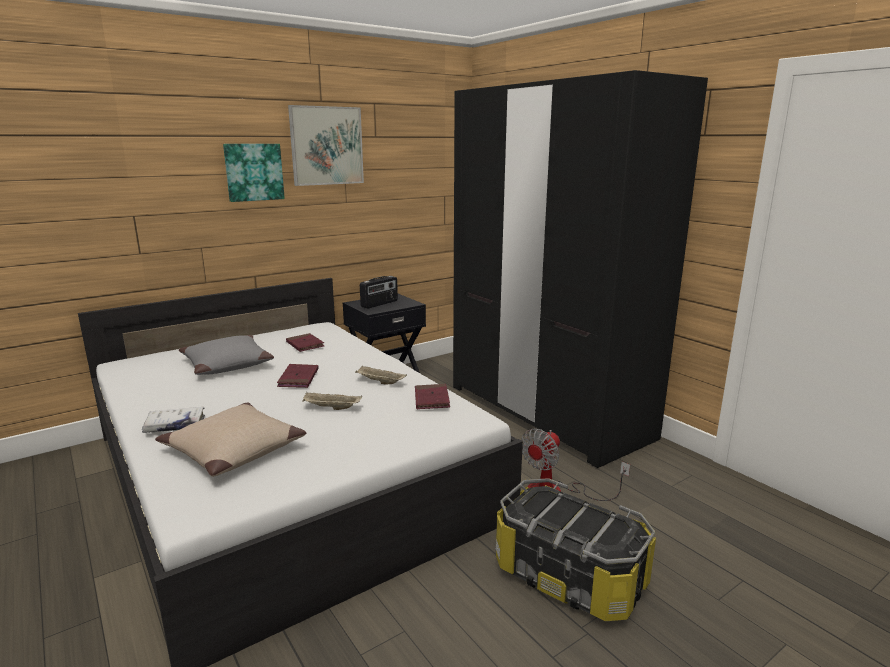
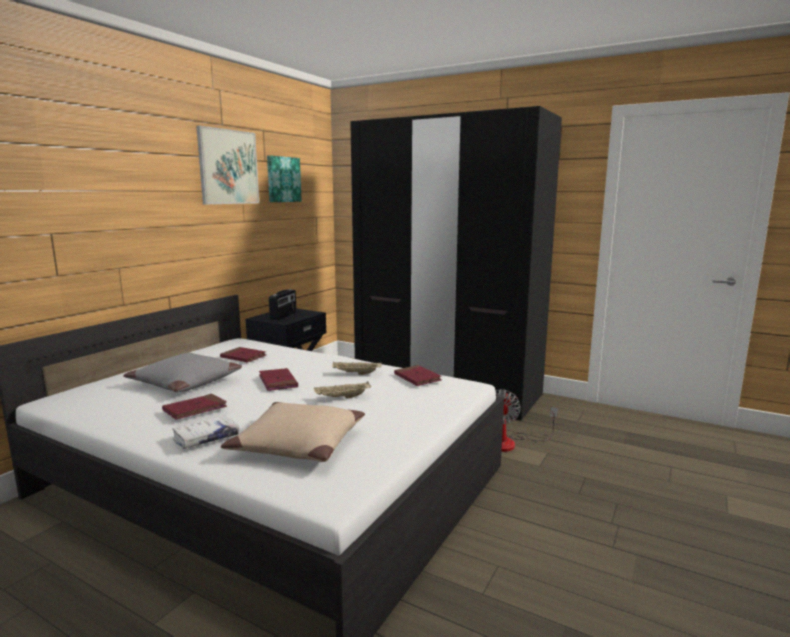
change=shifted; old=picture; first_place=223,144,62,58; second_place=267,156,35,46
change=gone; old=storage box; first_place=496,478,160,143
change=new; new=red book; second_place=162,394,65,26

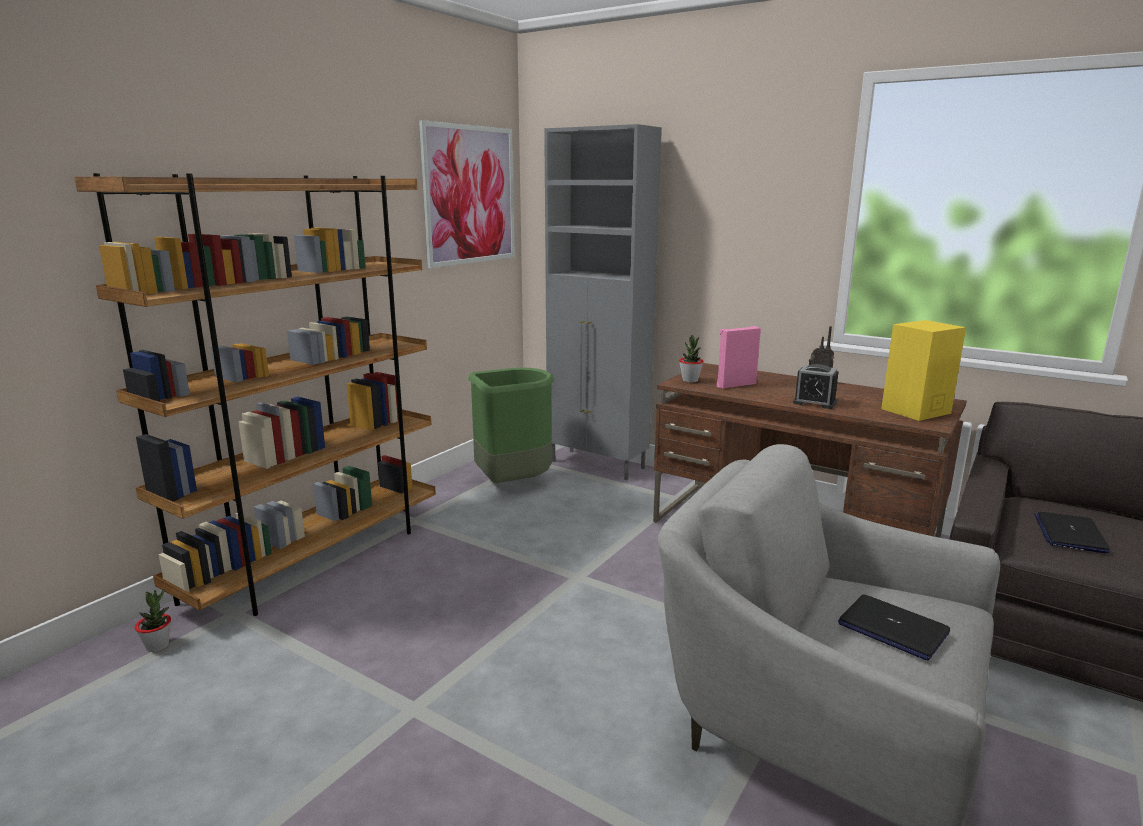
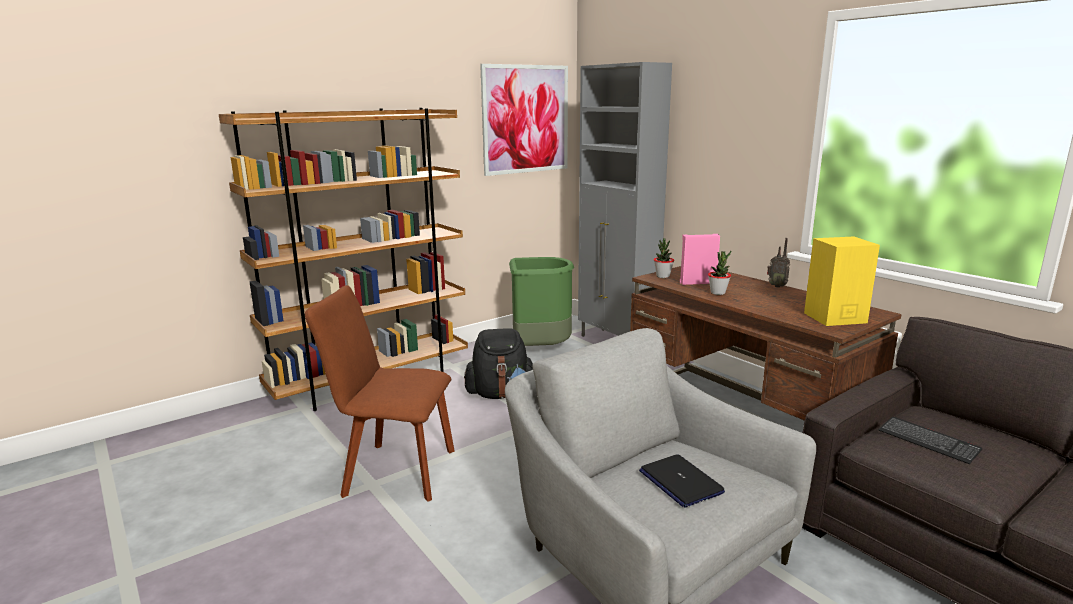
change=gone; old=alarm clock; first_place=793,364,46,45
change=swapped; old=laptop; new=keyboard; first_place=1034,512,76,41; second_place=879,417,103,47
change=shifted; old=potted plant; first_place=135,588,36,64; second_place=708,251,23,44
change=new; new=brown chair; second_place=305,285,150,217
change=new; new=black backpack; second_place=464,328,69,71

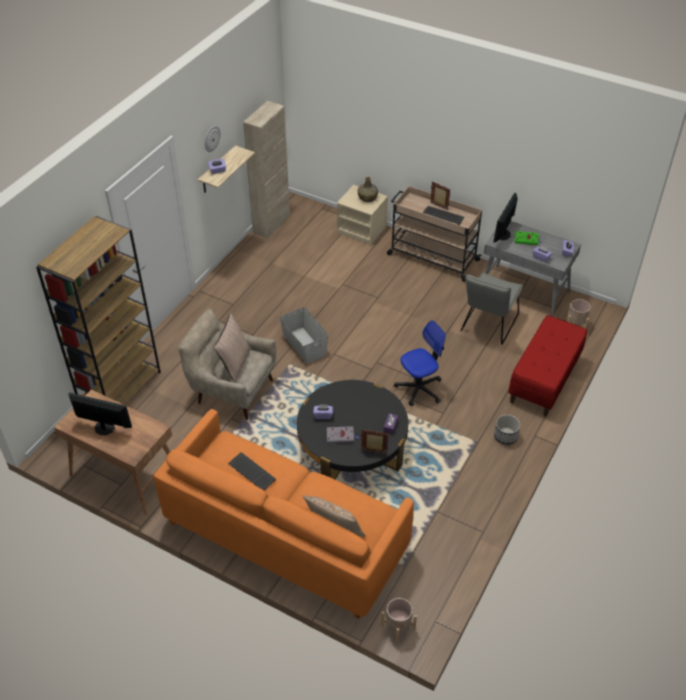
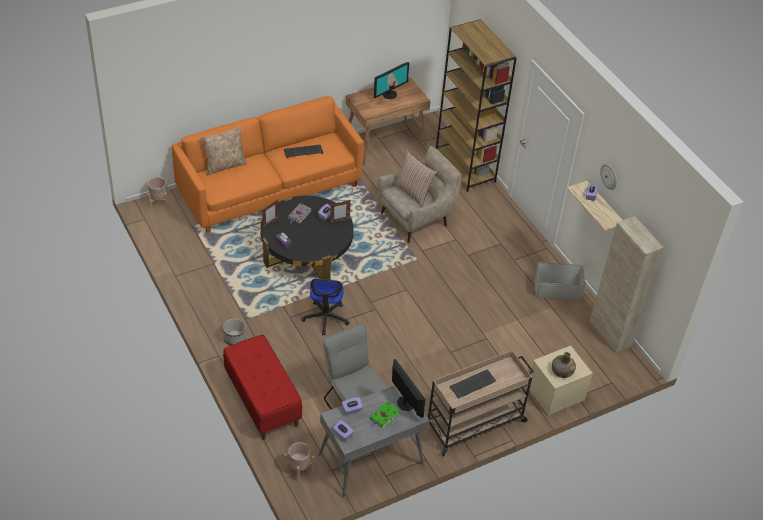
change=shifted; old=picture frame; first_place=430,181,20,29; second_place=330,200,21,23
change=shifted; old=grey storage box; first_place=279,307,50,57; second_place=535,263,50,37

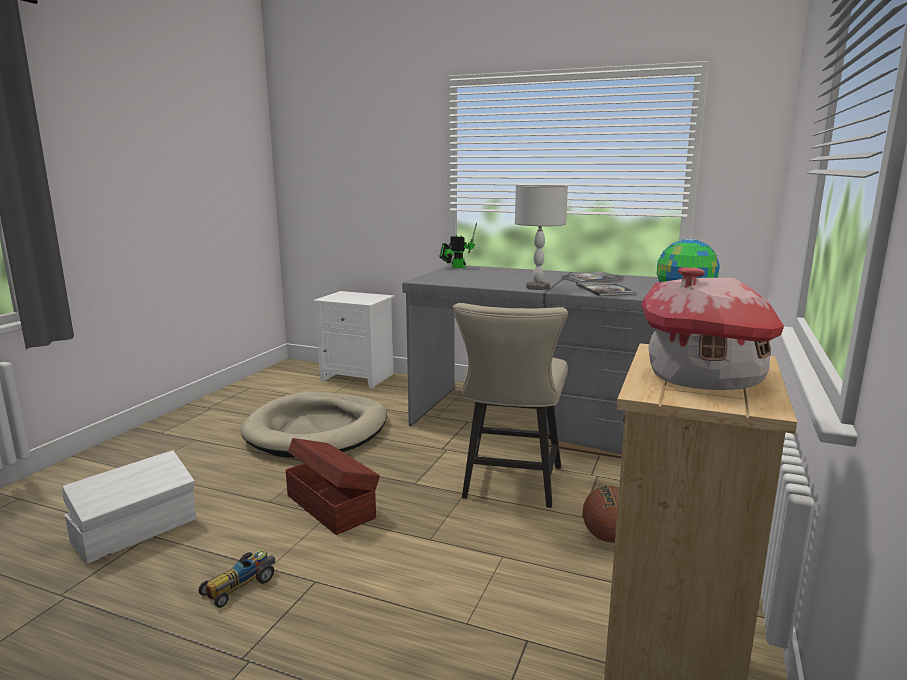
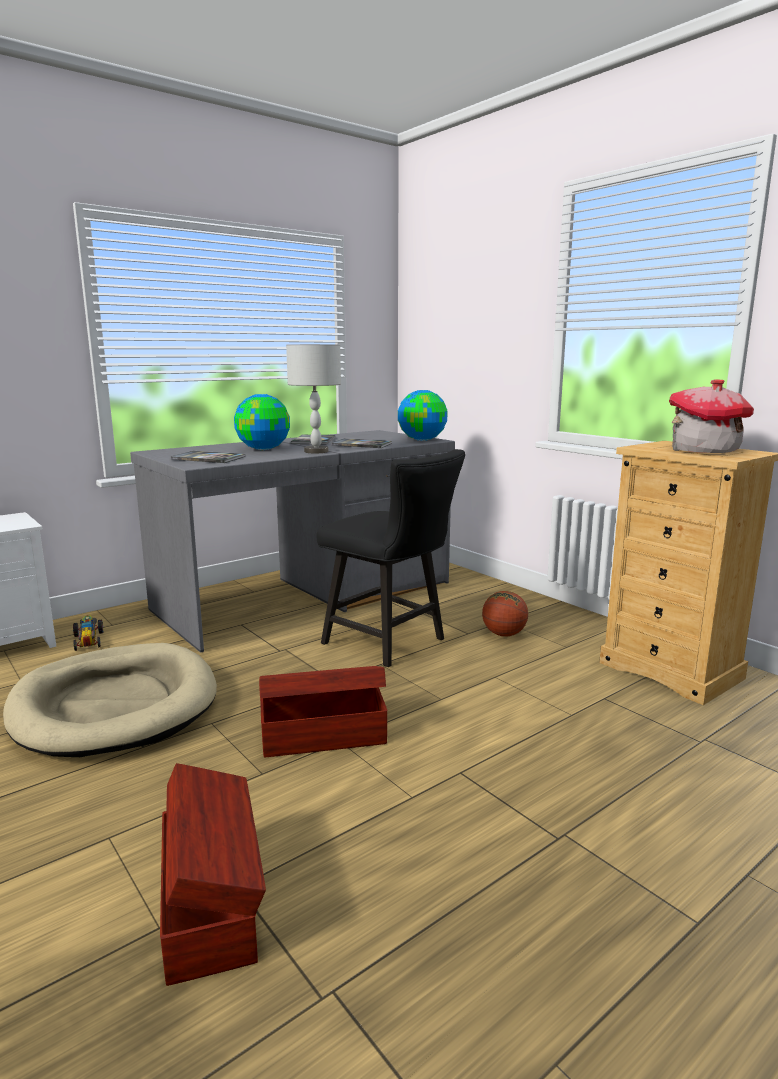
change=gone; old=toy robot; first_place=439,222,38,46
change=repainted; old=beige chair; new=black chair; first_place=453,303,115,205; second_place=316,449,149,218
change=repainted; old=white storage box; new=brown storage box; first_place=63,450,133,114; second_place=160,763,106,223
change=shifted; old=toy car; first_place=198,550,77,58; second_place=72,615,32,36
change=new; new=globe; second_place=234,394,56,56
change=new; new=book; second_place=171,451,74,12

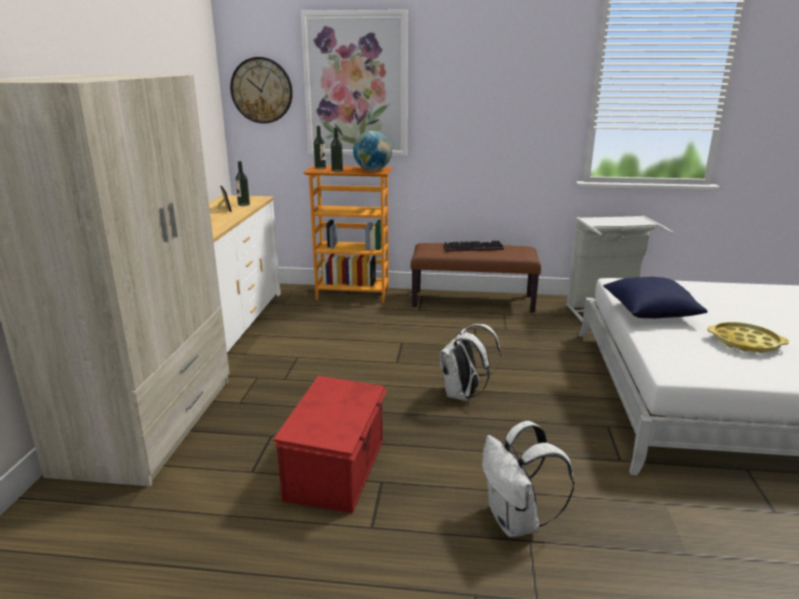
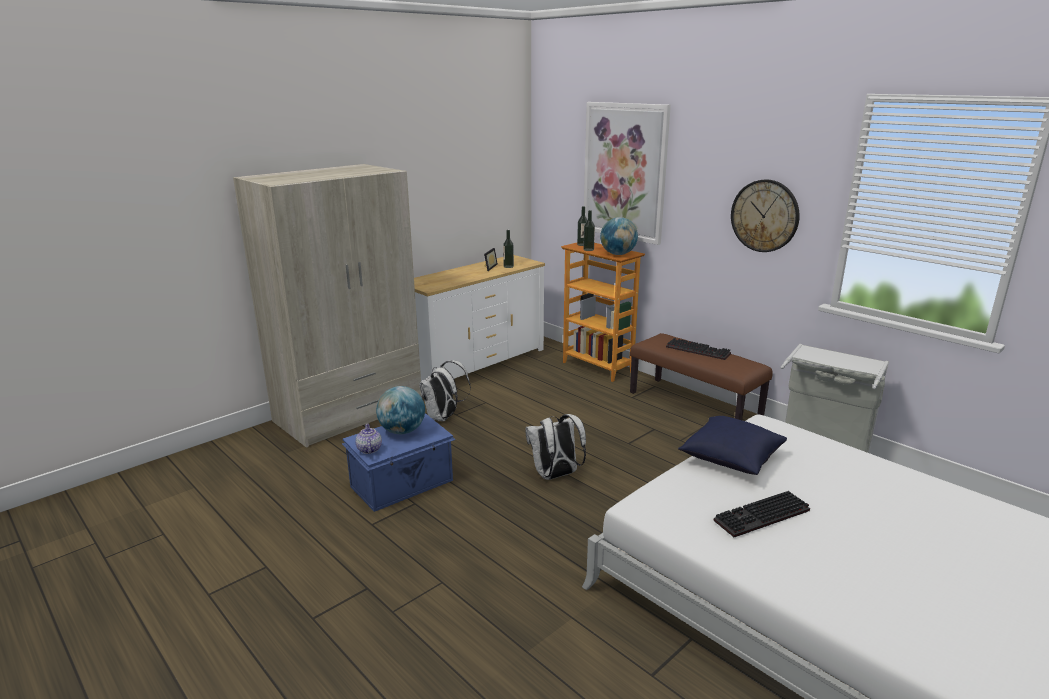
change=shifted; old=wall clock; first_place=230,57,63,67; second_place=731,179,69,73
change=swapped; old=yellow tray; new=keyboard; first_place=707,322,82,31; second_place=713,491,97,46
change=repainted; old=red storage box; new=blue storage box; first_place=273,376,114,137; second_place=342,413,114,99
change=shifted; old=white backpack; first_place=482,421,92,116; second_place=419,360,52,62
change=new; new=globe; second_place=376,386,49,48
change=new; new=teapot; second_place=355,423,27,31

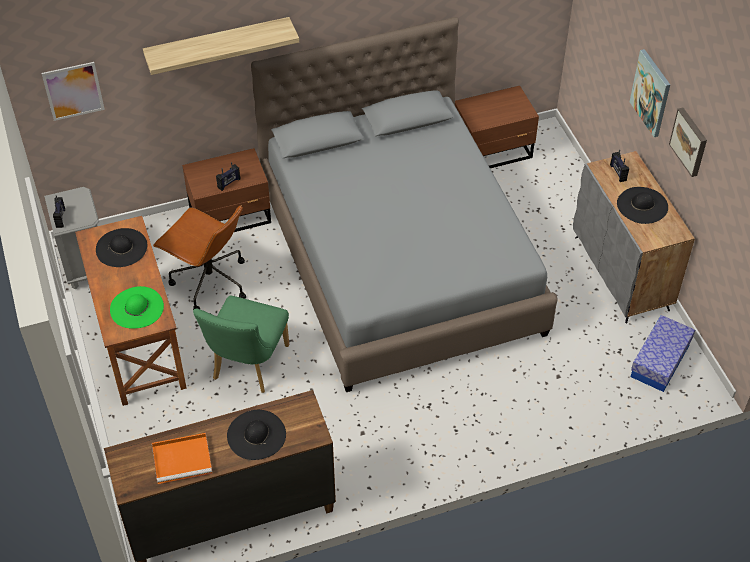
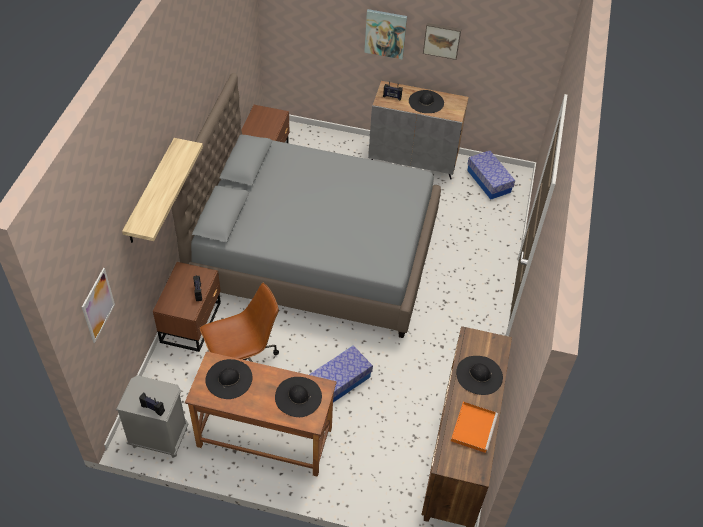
change=repainted; old=green hat; new=black hat; first_place=110,286,54,43; second_place=275,377,47,40
change=swapped; old=green chair; new=storage box; first_place=193,295,96,98; second_place=309,345,64,58

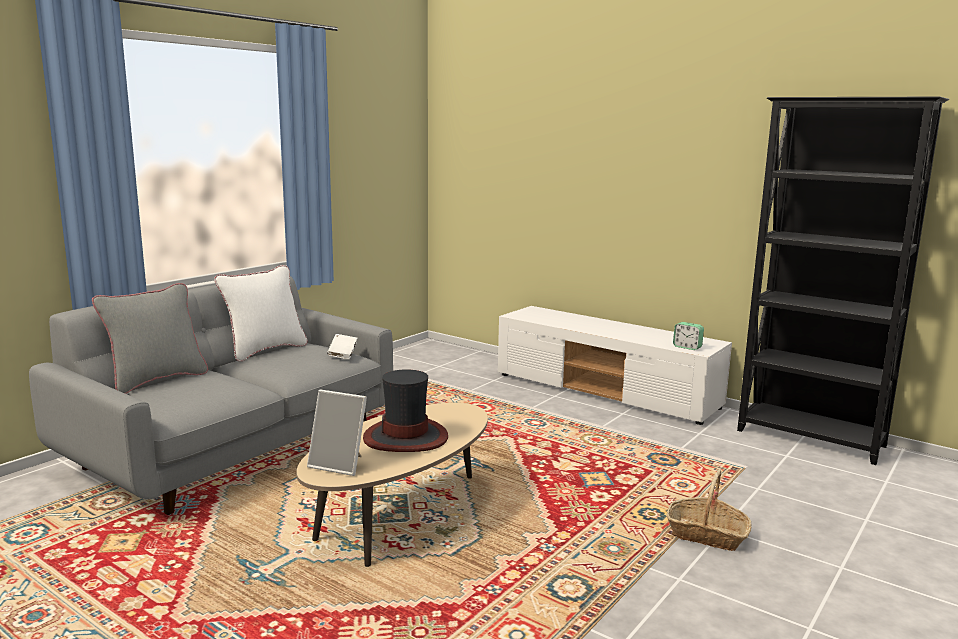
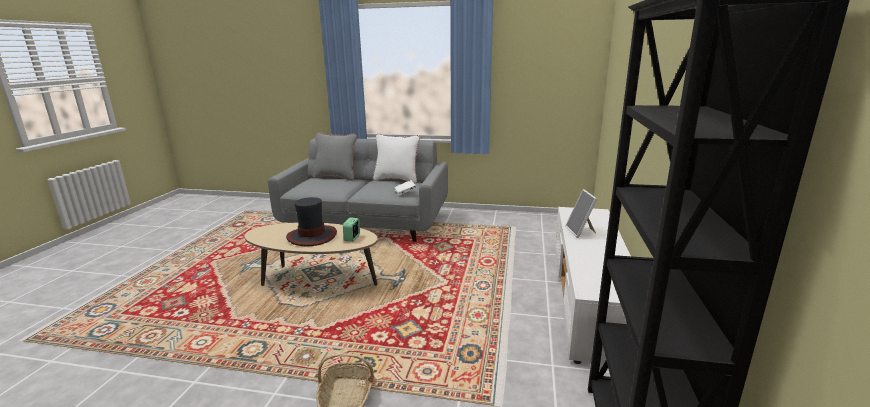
change=shifted; old=alarm clock; first_place=673,322,31,28; second_place=343,217,17,25
change=shifted; old=picture frame; first_place=307,389,60,87; second_place=565,189,32,49

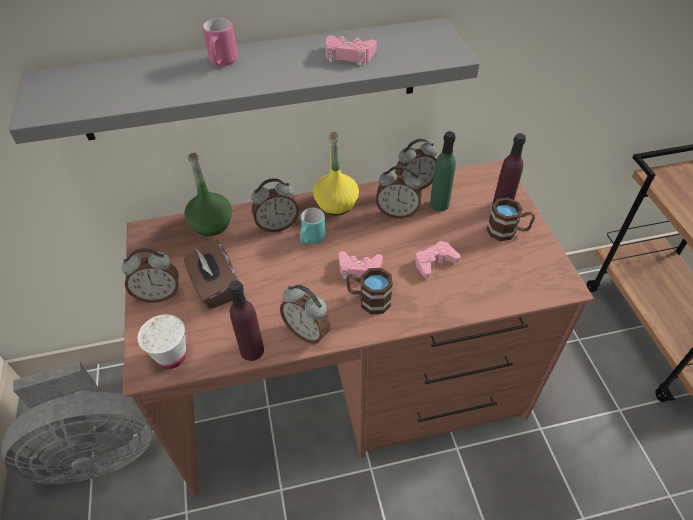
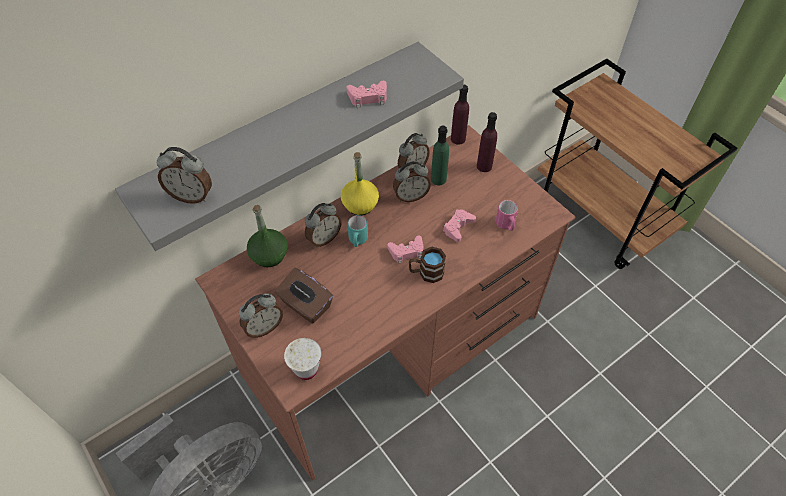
change=shifted; old=pink mug; first_place=202,18,36,48; second_place=496,200,22,31
change=gone; old=brown mug; first_place=487,198,48,43
change=shifted; old=purple bottle; first_place=228,280,36,81; second_place=451,85,18,60
change=shifted; old=alarm clock; first_place=280,285,51,59; second_place=157,147,55,57

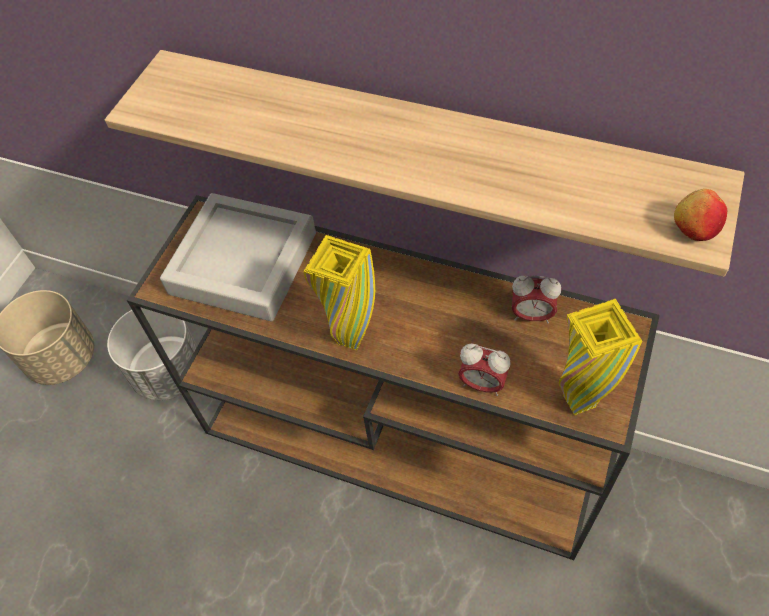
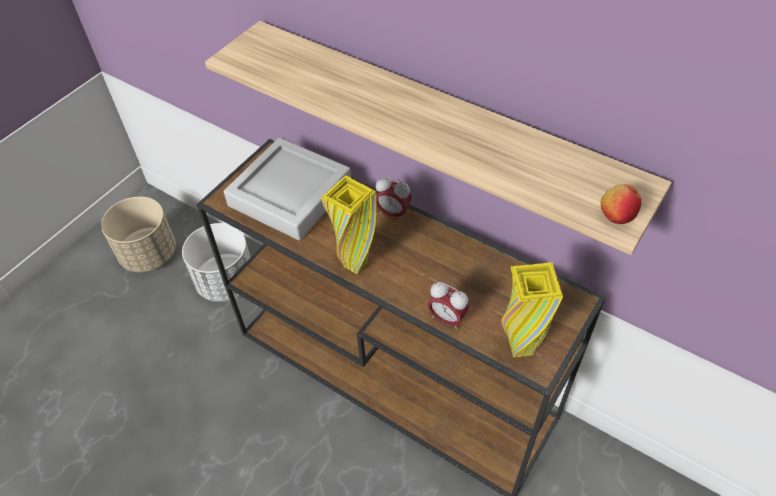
change=shifted; old=alarm clock; first_place=511,275,50,48; second_place=376,177,36,44

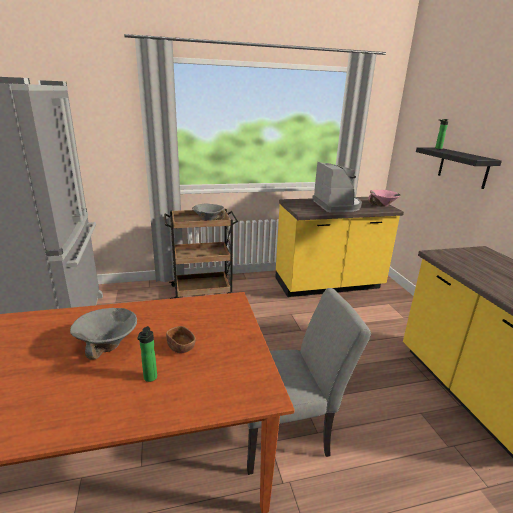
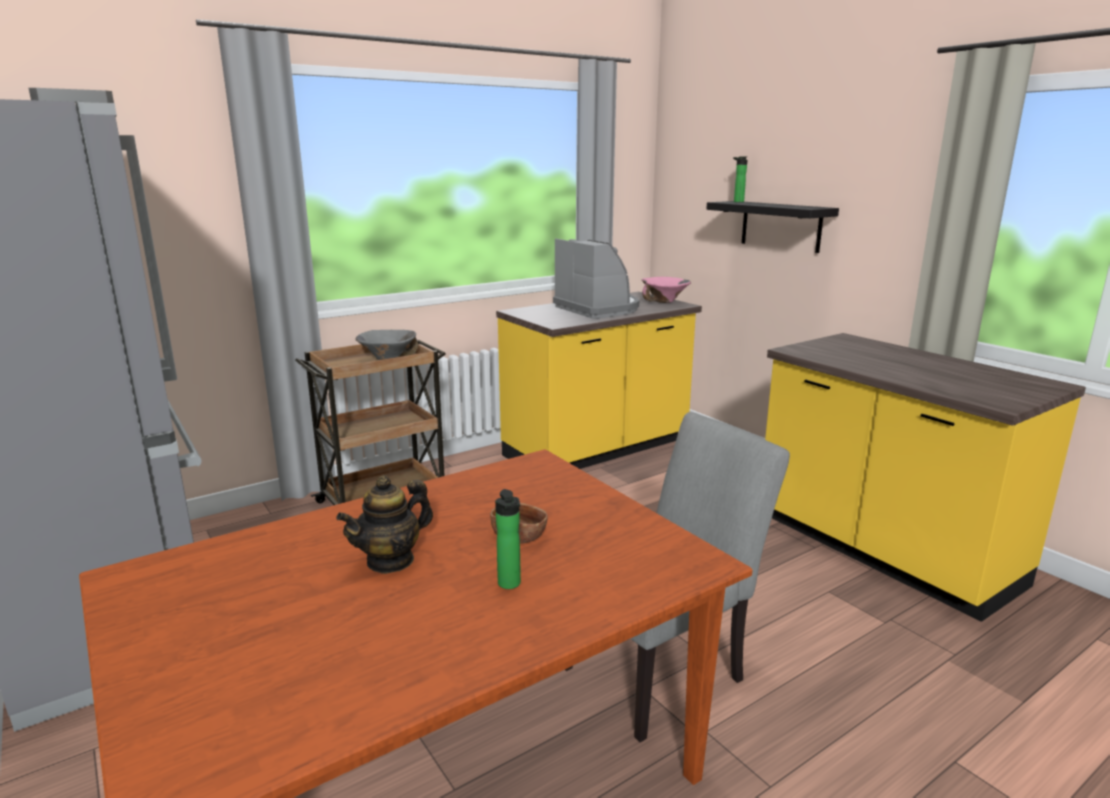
change=swapped; old=grey bowl; new=teapot; first_place=70,308,67,52; second_place=336,475,97,99

